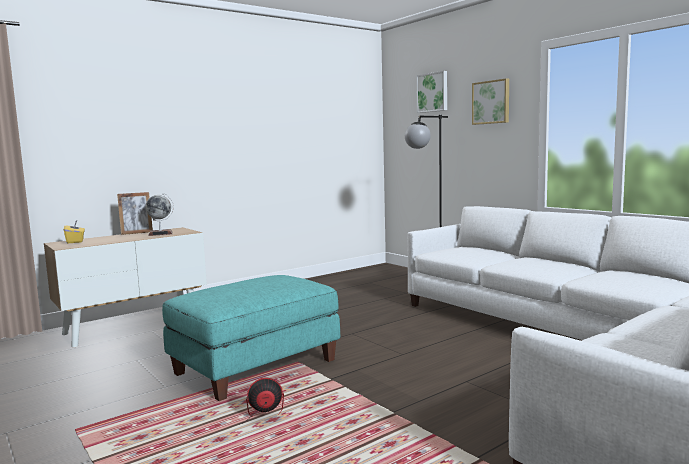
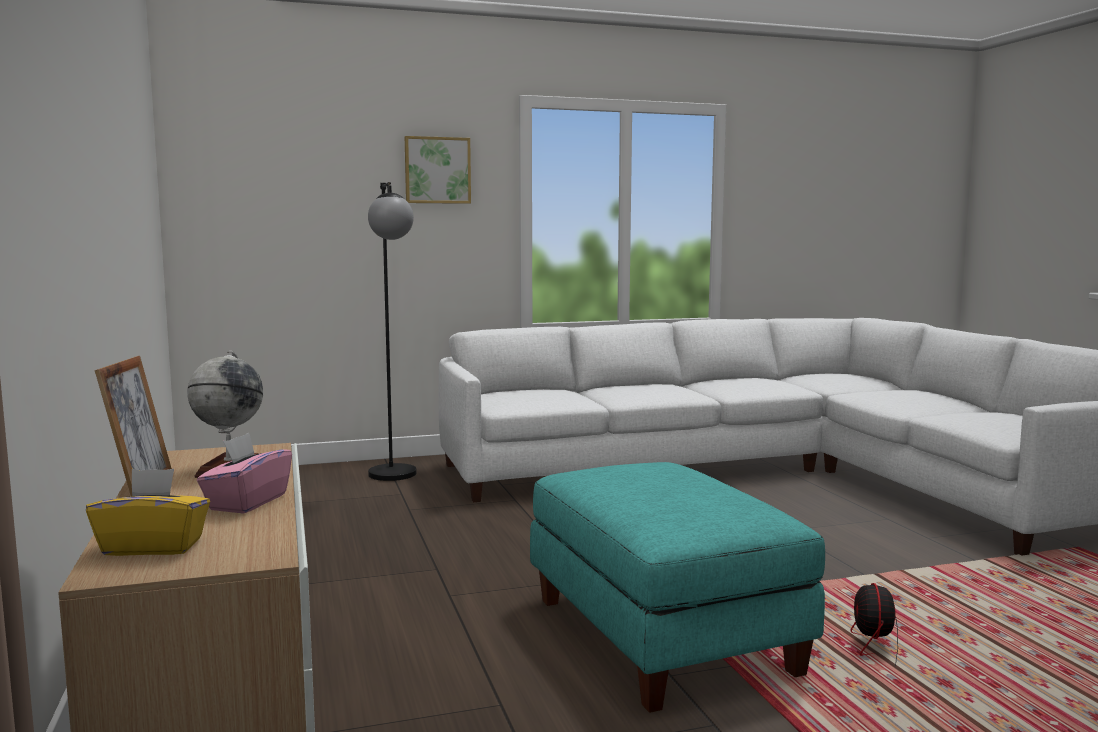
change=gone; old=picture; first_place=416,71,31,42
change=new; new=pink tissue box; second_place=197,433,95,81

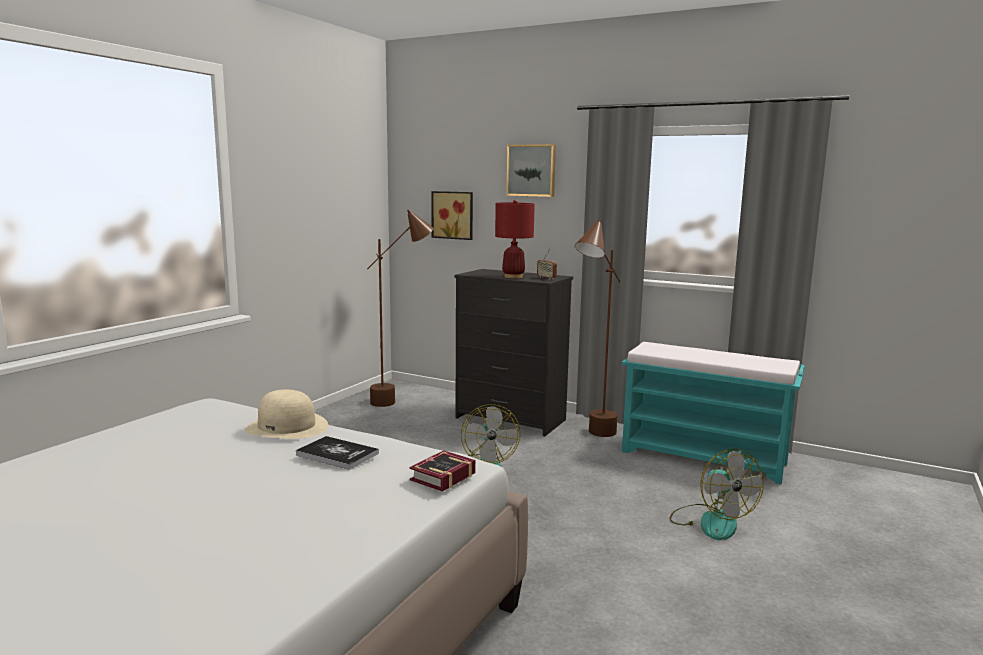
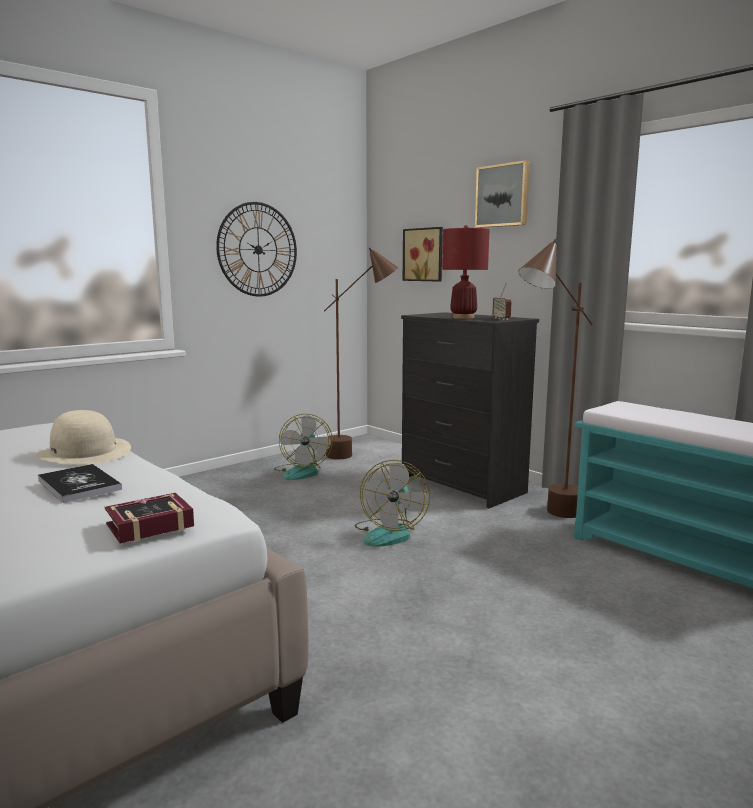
change=shifted; old=fan; first_place=669,449,95,91; second_place=274,414,59,66
change=new; new=wall clock; second_place=216,202,81,95

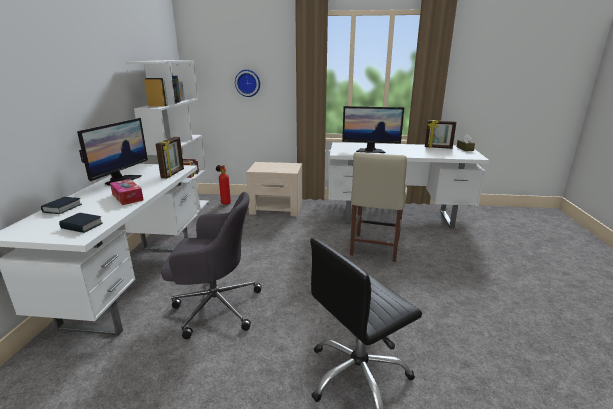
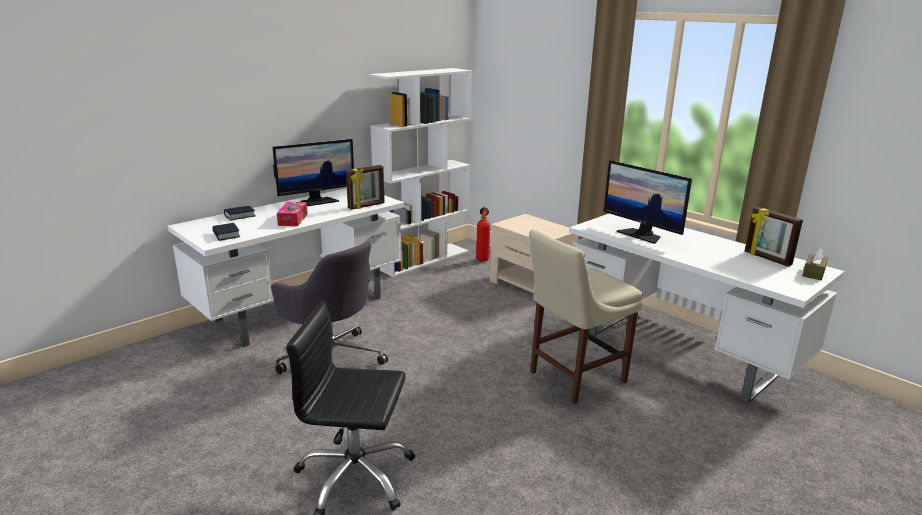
change=gone; old=wall clock; first_place=235,70,25,27

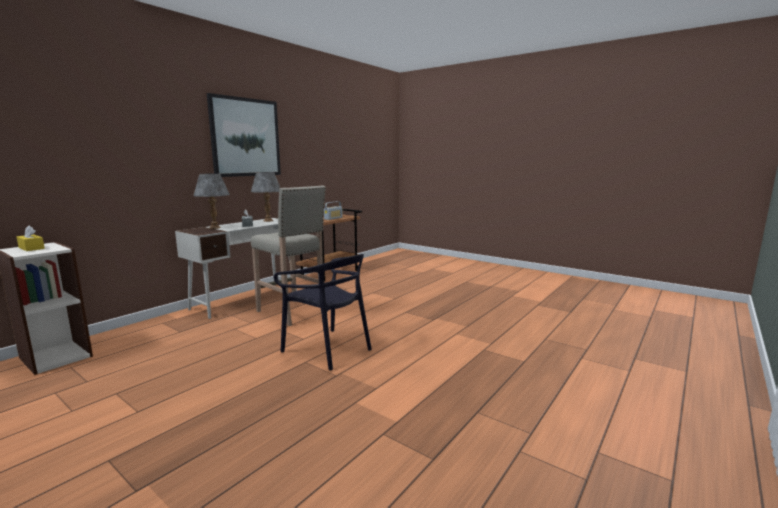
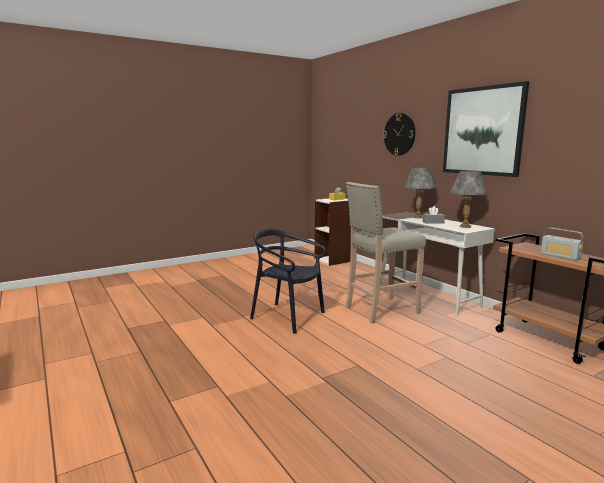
change=rotated; old=black chair; first_place=274,254,98,116; second_place=250,229,76,105; degrees=60
change=new; new=wall clock; second_place=383,113,32,43

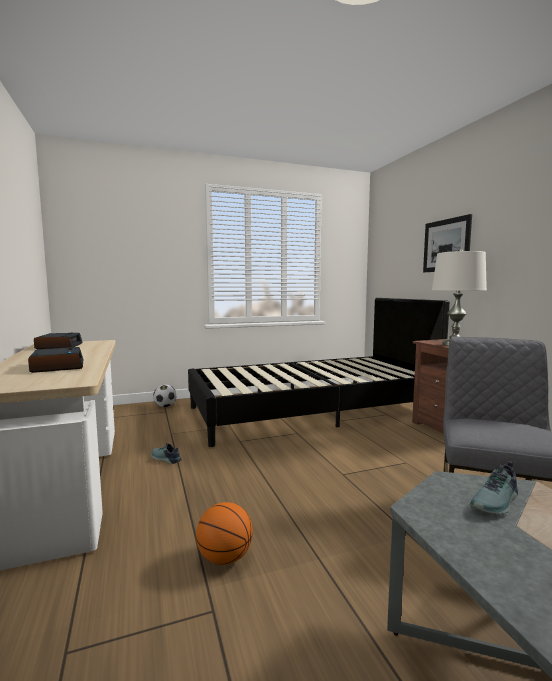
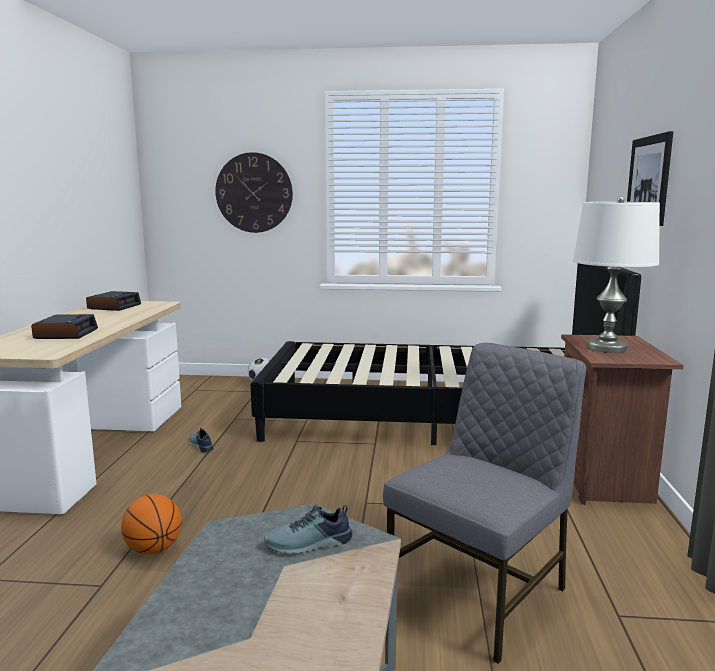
change=new; new=wall clock; second_place=215,152,78,81

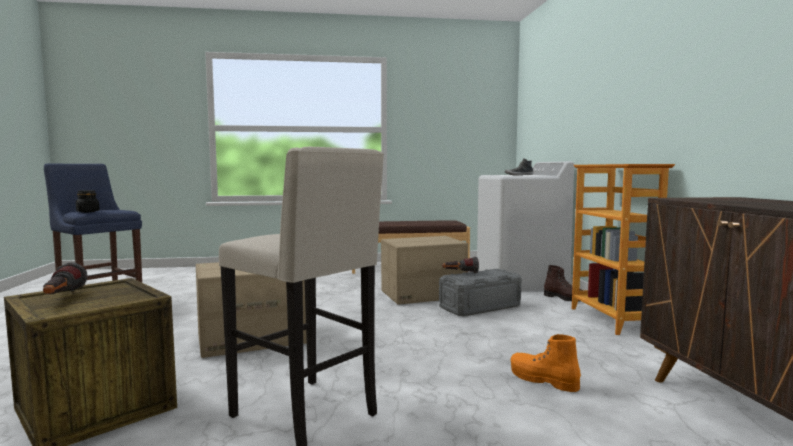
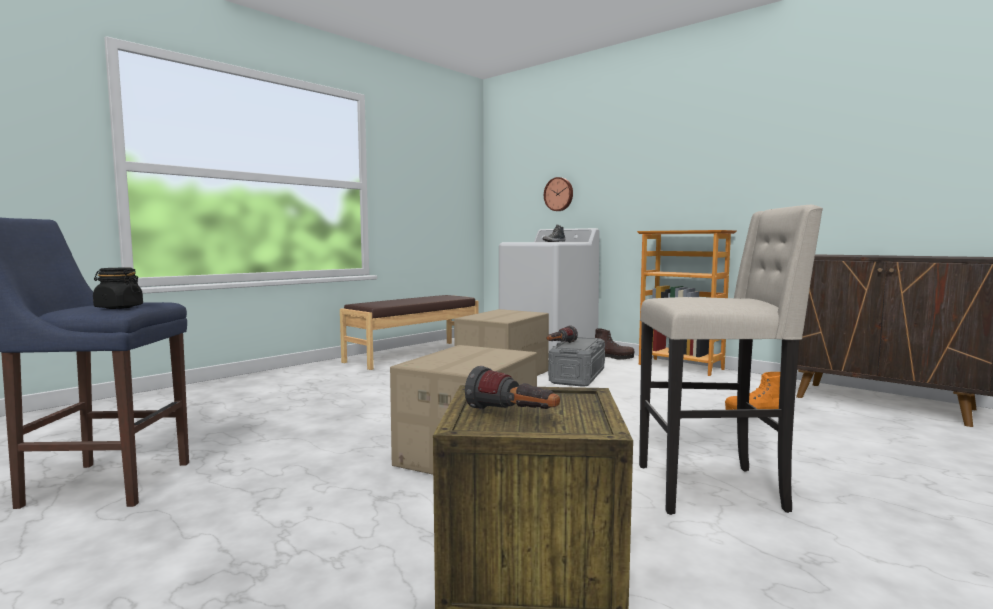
change=new; new=wall clock; second_place=544,177,29,34

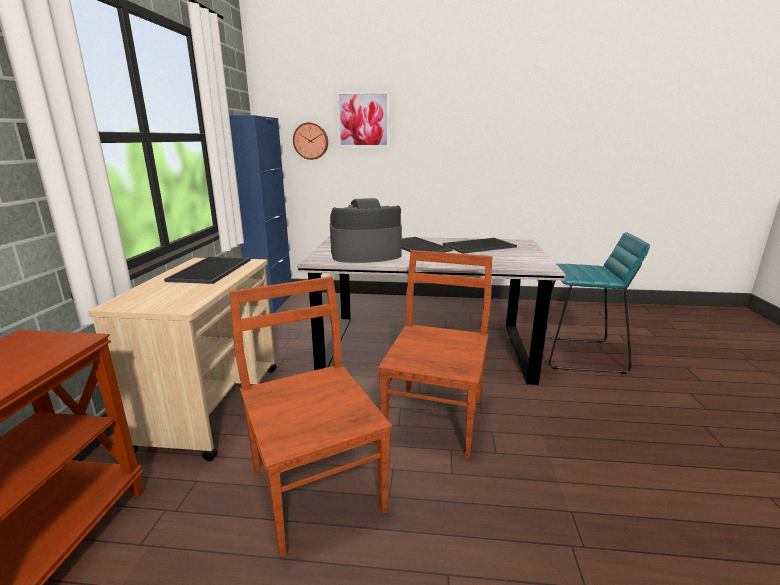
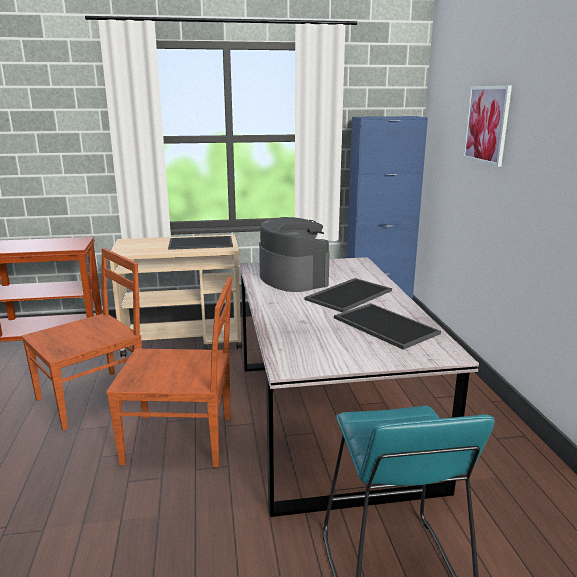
change=gone; old=wall clock; first_place=293,122,35,38

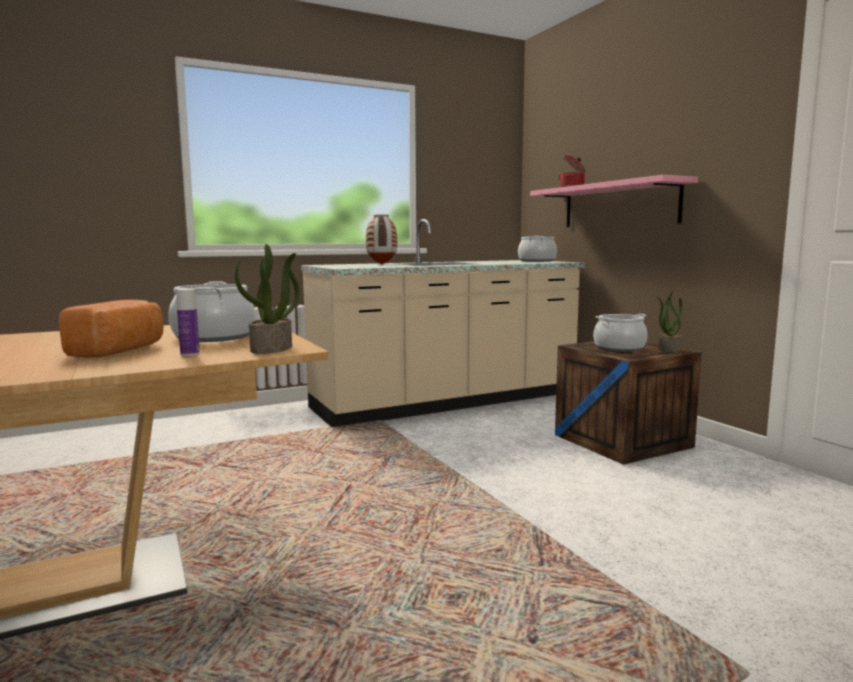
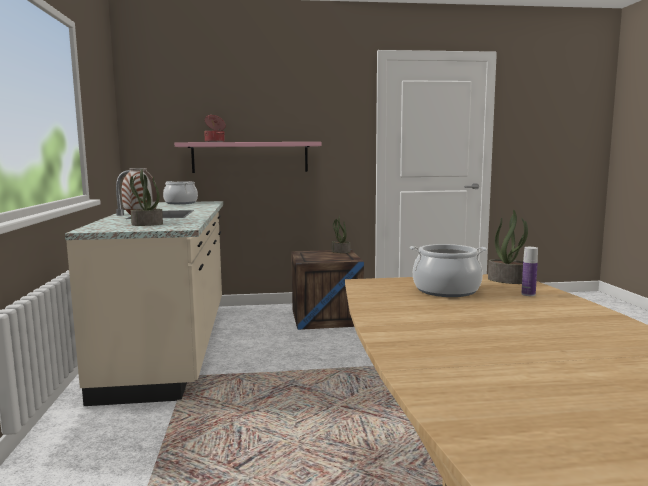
change=gone; old=bread; first_place=59,300,104,57
change=gone; old=cooking pot; first_place=594,314,53,38
change=new; new=potted plant; second_place=130,169,33,57

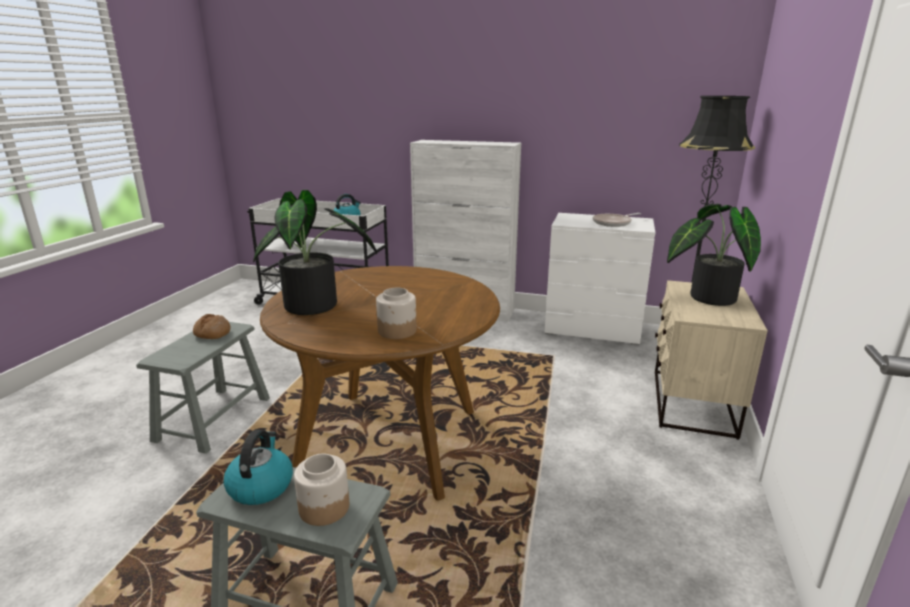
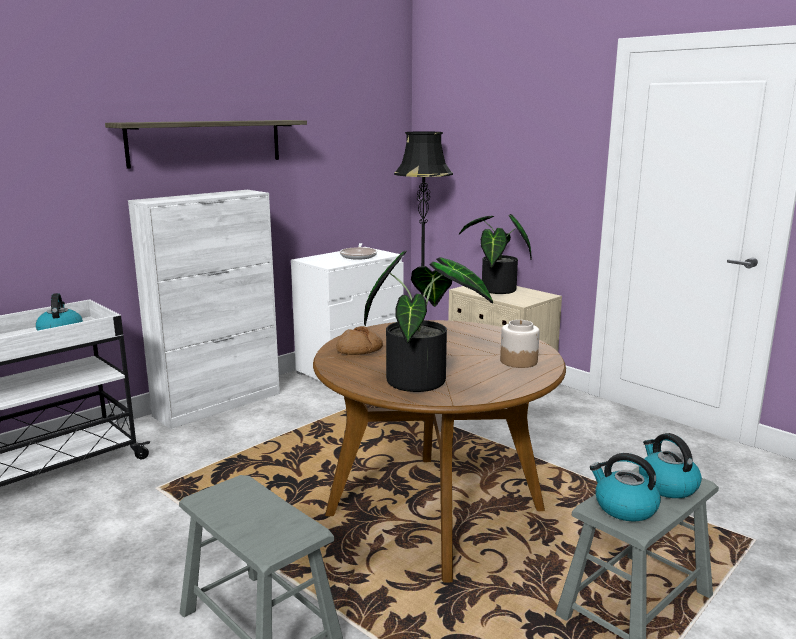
change=shifted; old=bread; first_place=193,314,37,25; second_place=336,326,47,29
change=swapped; old=jar; new=kettle; first_place=294,453,55,73; second_place=639,433,63,65
change=new; new=shelf; second_place=105,120,202,49

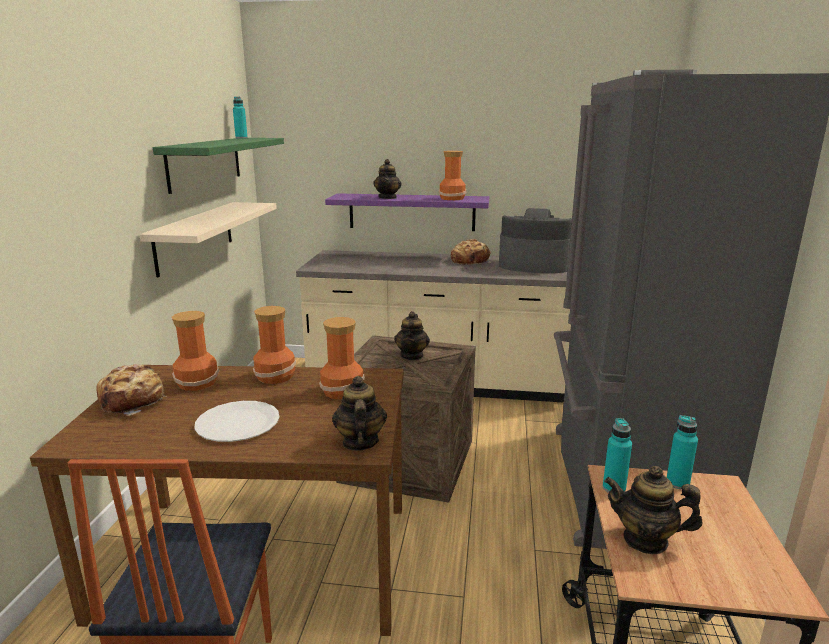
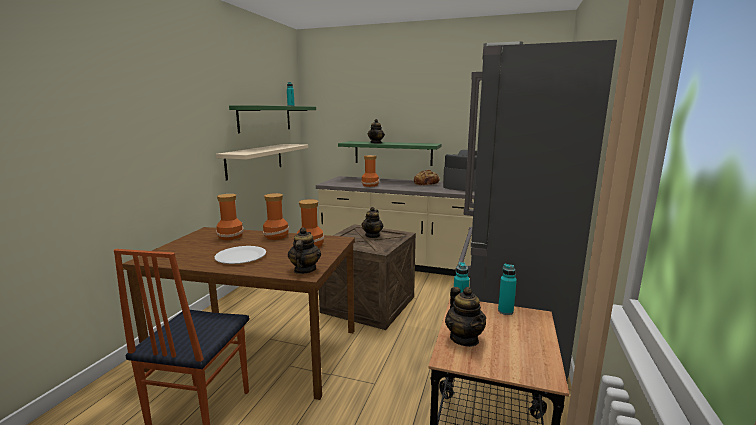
change=shifted; old=vase; first_place=439,151,27,49; second_place=361,155,18,32
change=repainted; old=purple shelf; new=green shelf; first_place=325,193,164,38; second_place=338,141,104,25
change=gone; old=bread; first_place=96,364,71,52
change=rotated; old=teapot; first_place=604,466,98,88; second_place=445,287,41,60; degrees=-135

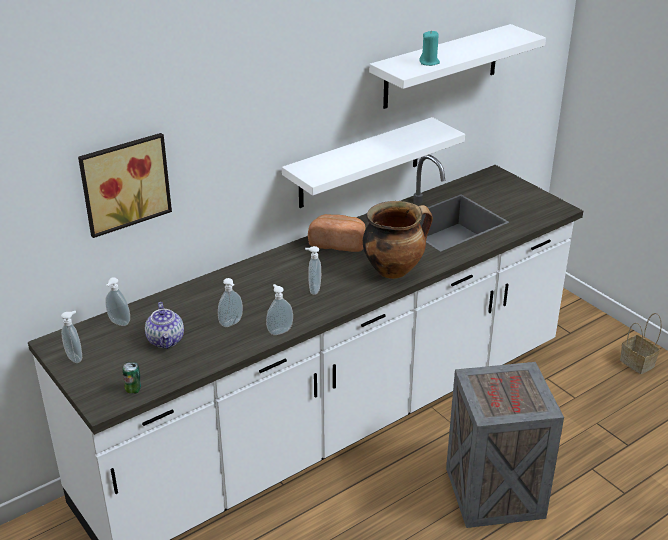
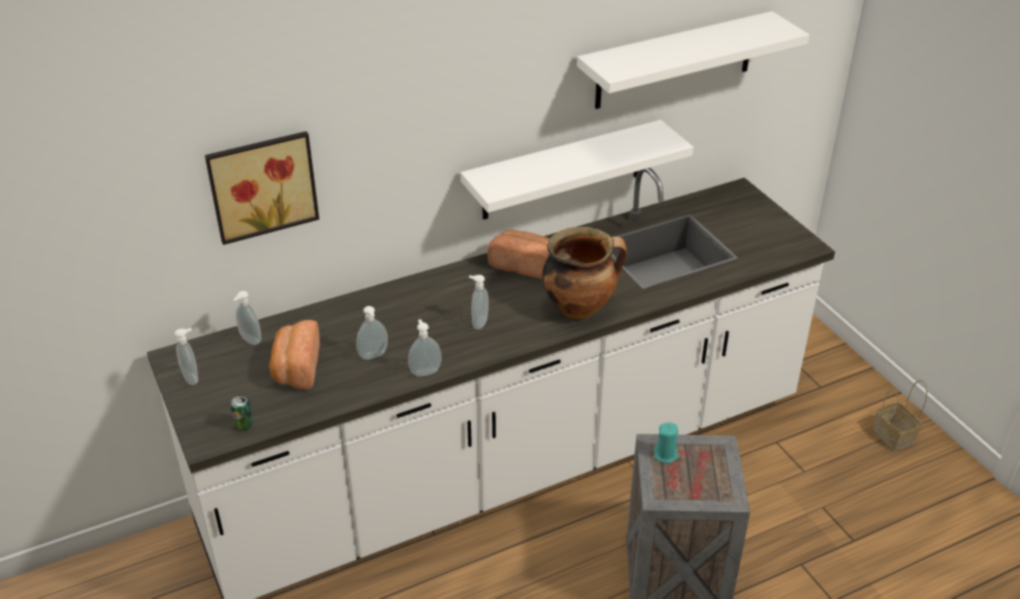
change=shifted; old=turquoise candle; first_place=419,30,21,36; second_place=654,422,25,41
change=swapped; old=teapot; new=bread; first_place=145,302,39,47; second_place=269,320,51,70

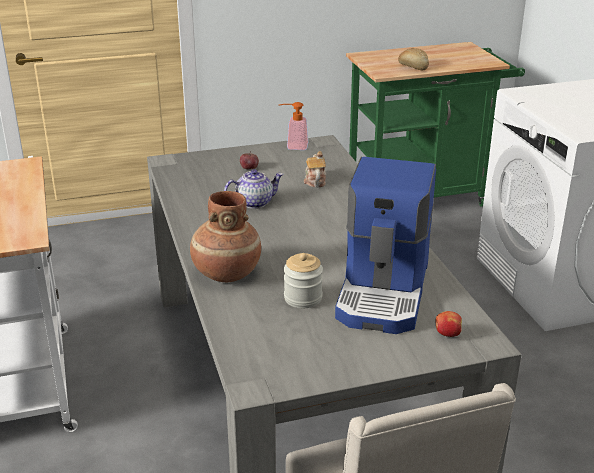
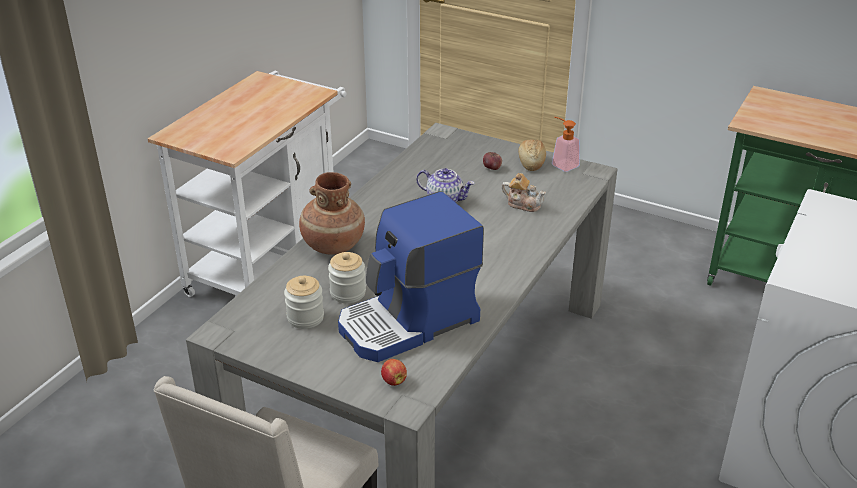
change=shifted; old=bread; first_place=398,48,31,22; second_place=518,139,28,32
change=rotated; old=teapot; first_place=304,151,22,37; second_place=502,173,44,39; degrees=75
change=new; new=jar; second_place=284,276,40,53

